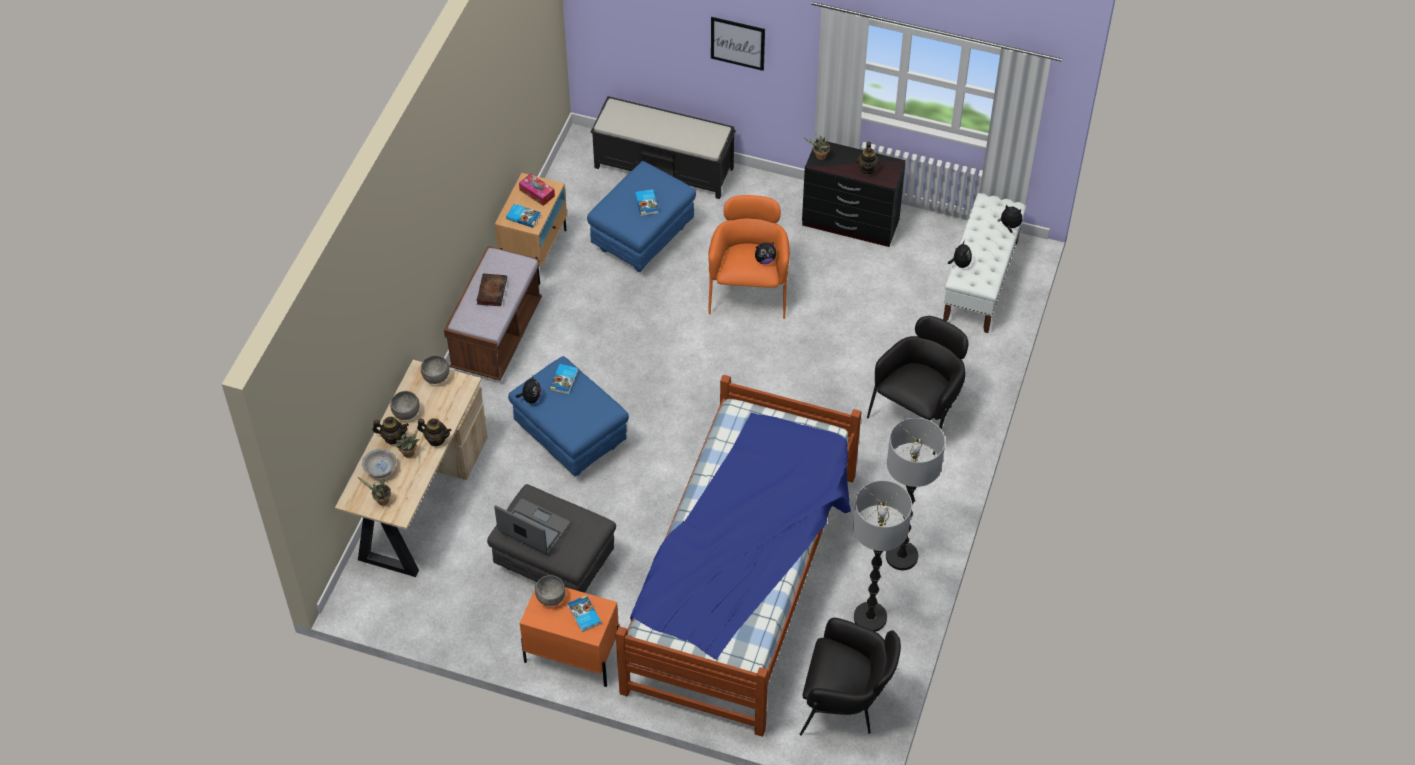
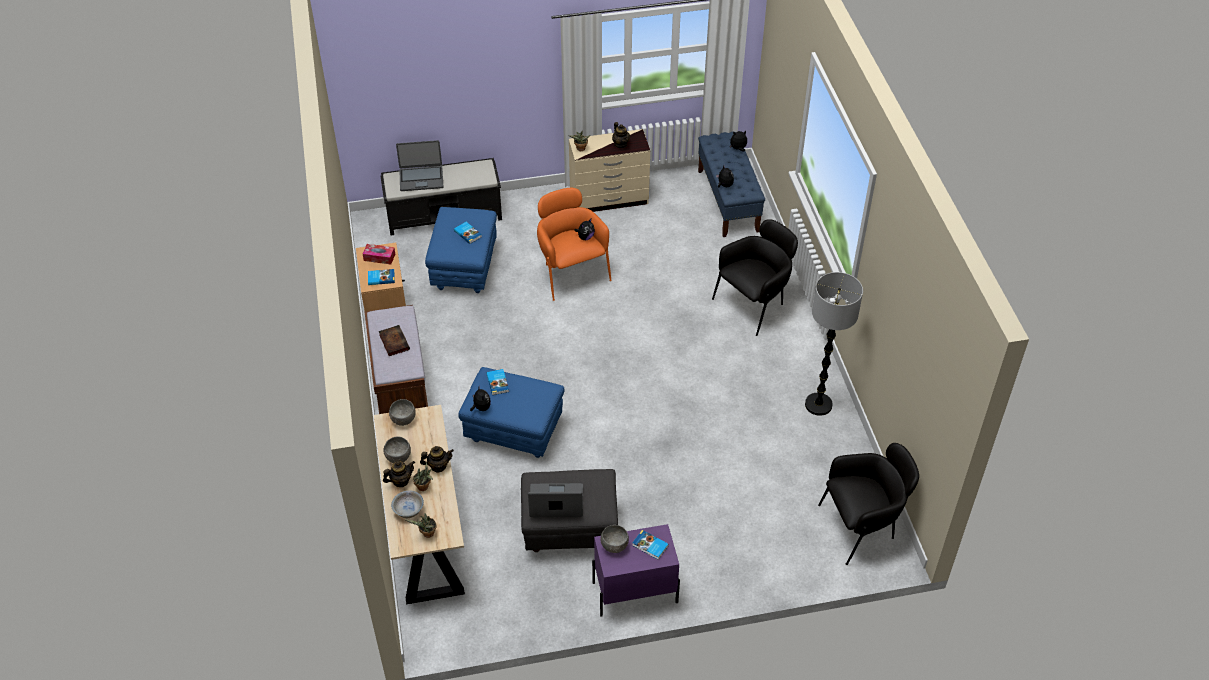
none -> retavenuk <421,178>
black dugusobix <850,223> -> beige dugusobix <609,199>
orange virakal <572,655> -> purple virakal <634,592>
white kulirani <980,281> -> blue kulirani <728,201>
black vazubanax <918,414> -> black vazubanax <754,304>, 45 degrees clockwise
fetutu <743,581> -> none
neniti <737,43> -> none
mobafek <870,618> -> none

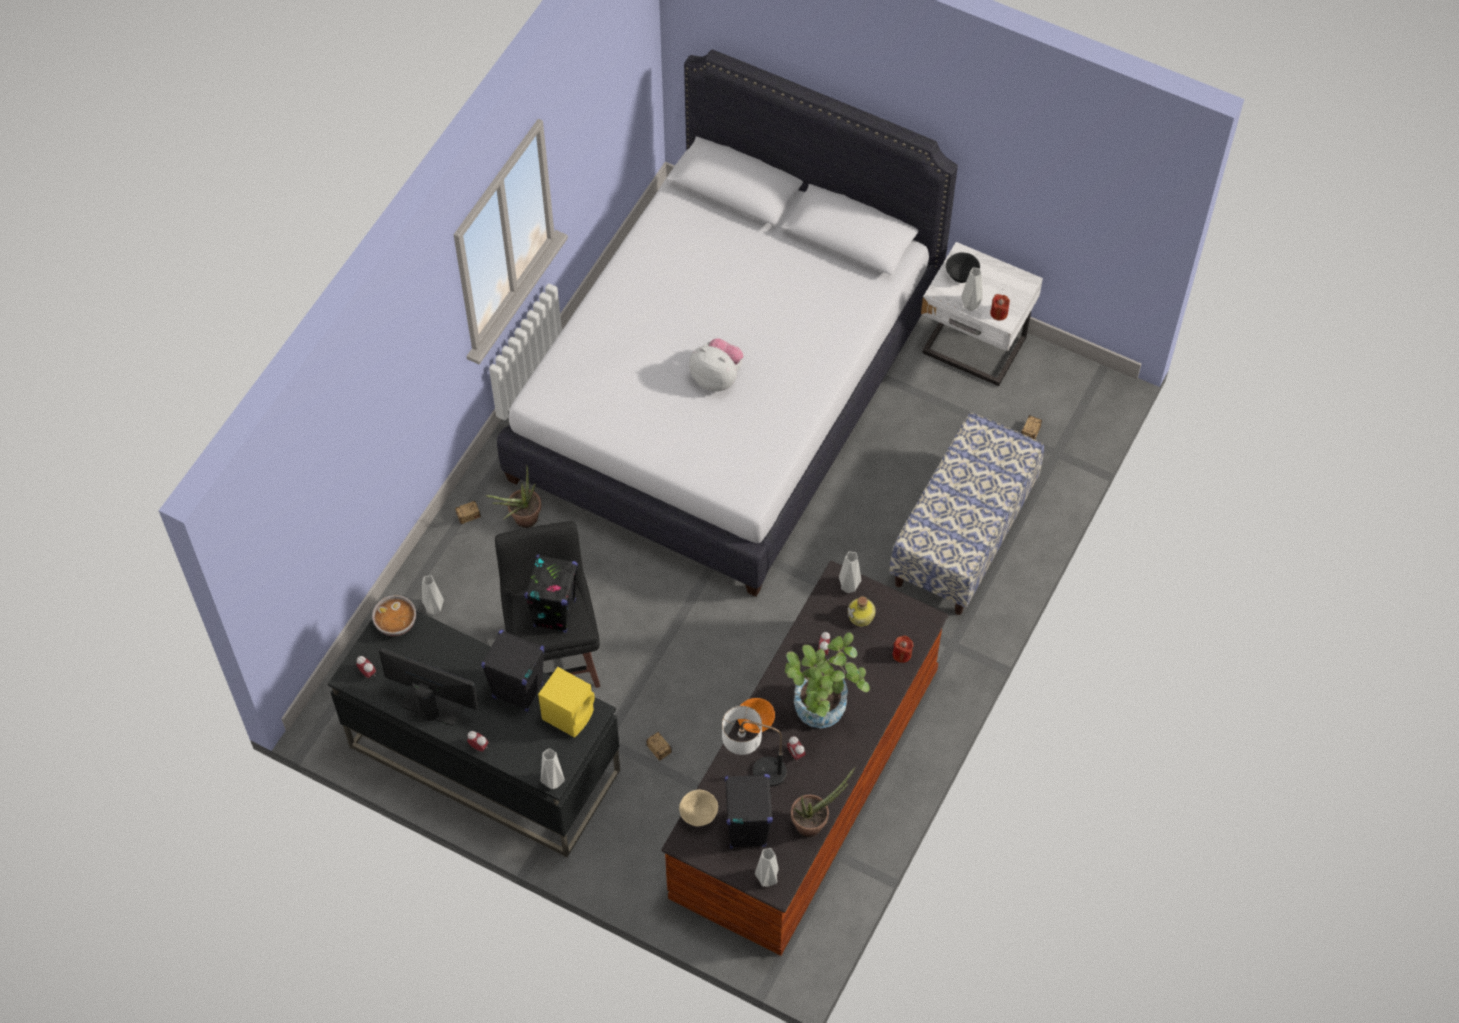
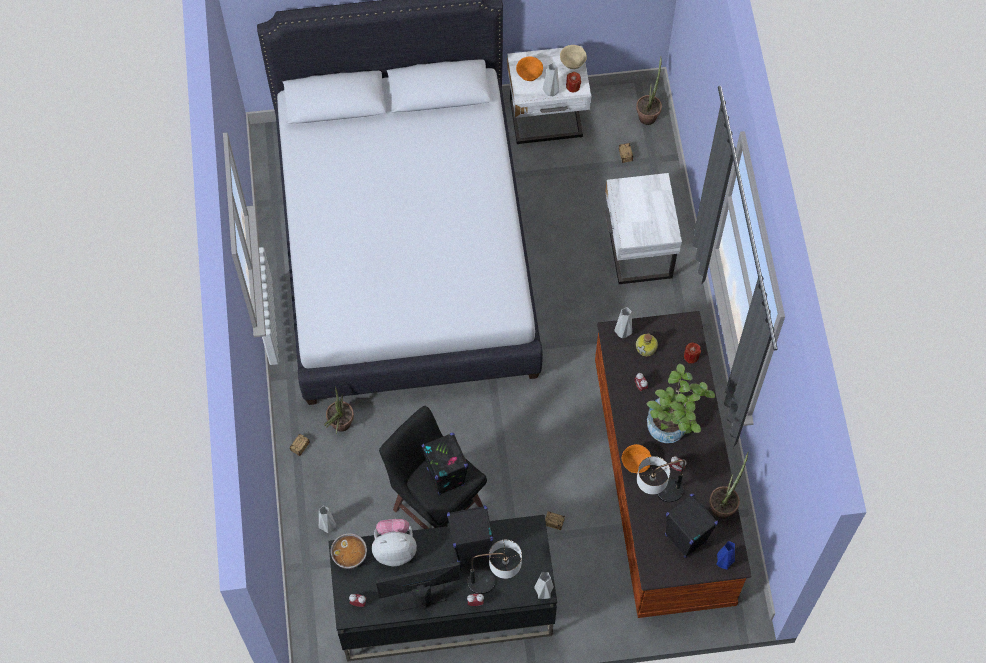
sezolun <717,377> -> sezolun <395,548>, move
none -> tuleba <495,580>
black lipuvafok <961,276> -> orange lipuvafok <529,75>
beige lipuvafok <699,815> -> beige lipuvafok <572,63>, move
kulirani <963,536> -> white virakal <637,252>
none -> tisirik <648,114>
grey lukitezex <766,880> -> blue lukitezex <724,563>
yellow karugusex <569,714> -> none

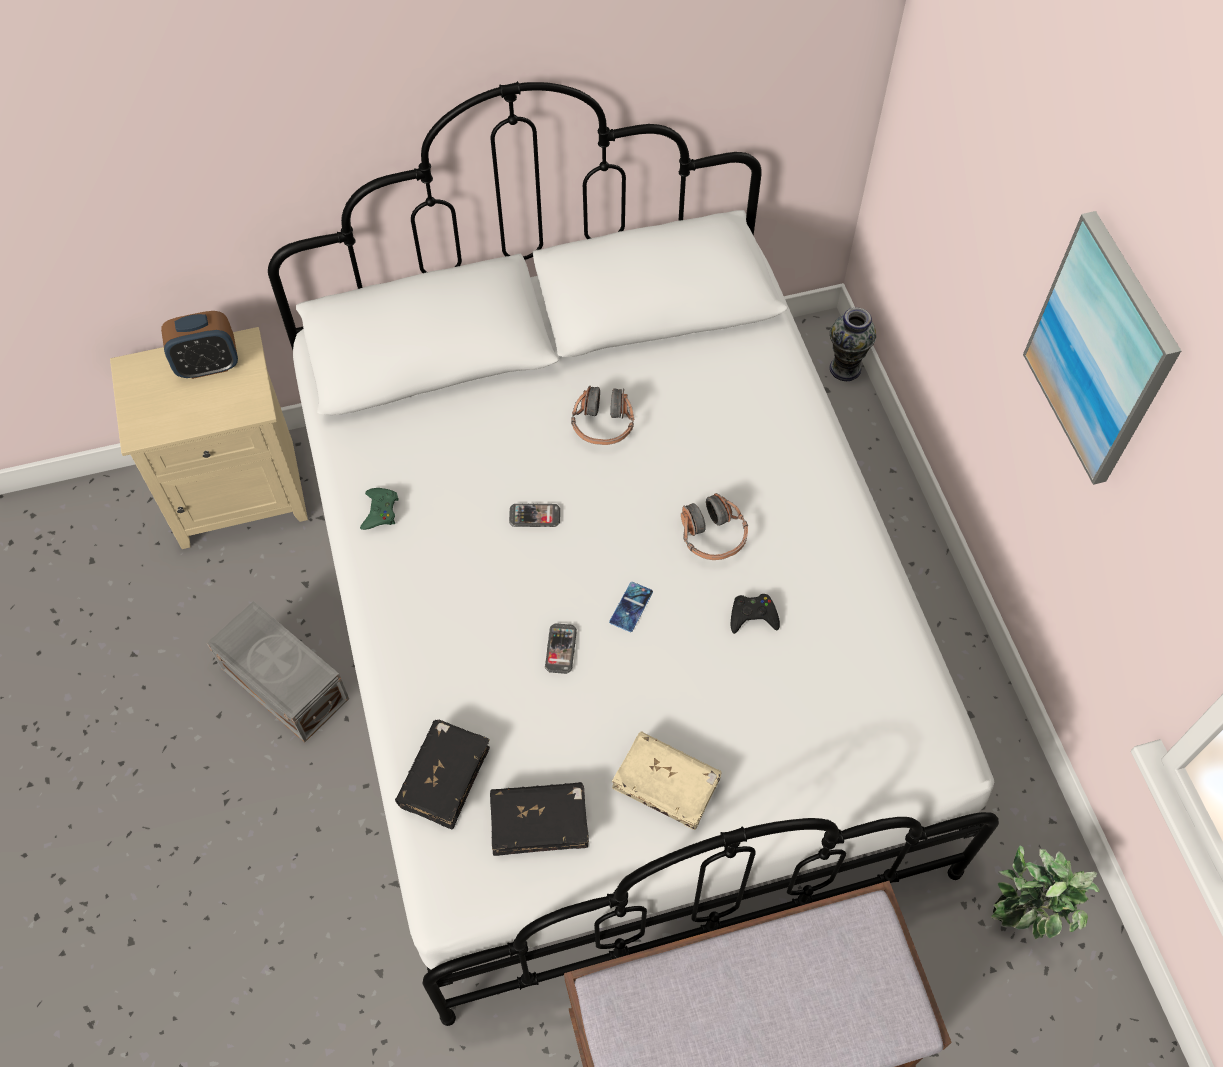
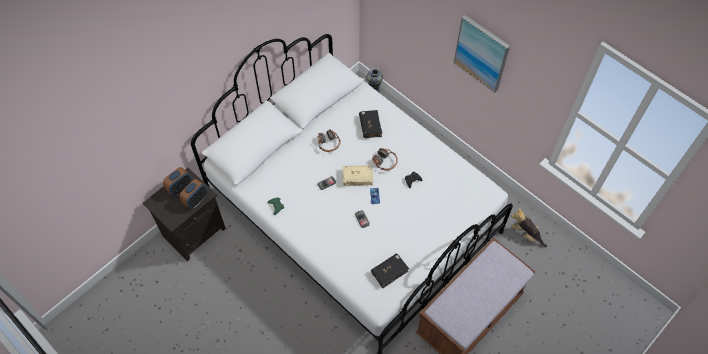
beige virakal <240,491> -> black virakal <194,231>
none -> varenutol <196,200>
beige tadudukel <666,784> -> beige tadudukel <357,177>, move
black tadudukel <444,777> -> black tadudukel <370,126>, move
tisirik <1022,916> -> sezolun <526,234>
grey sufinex <285,681> -> none

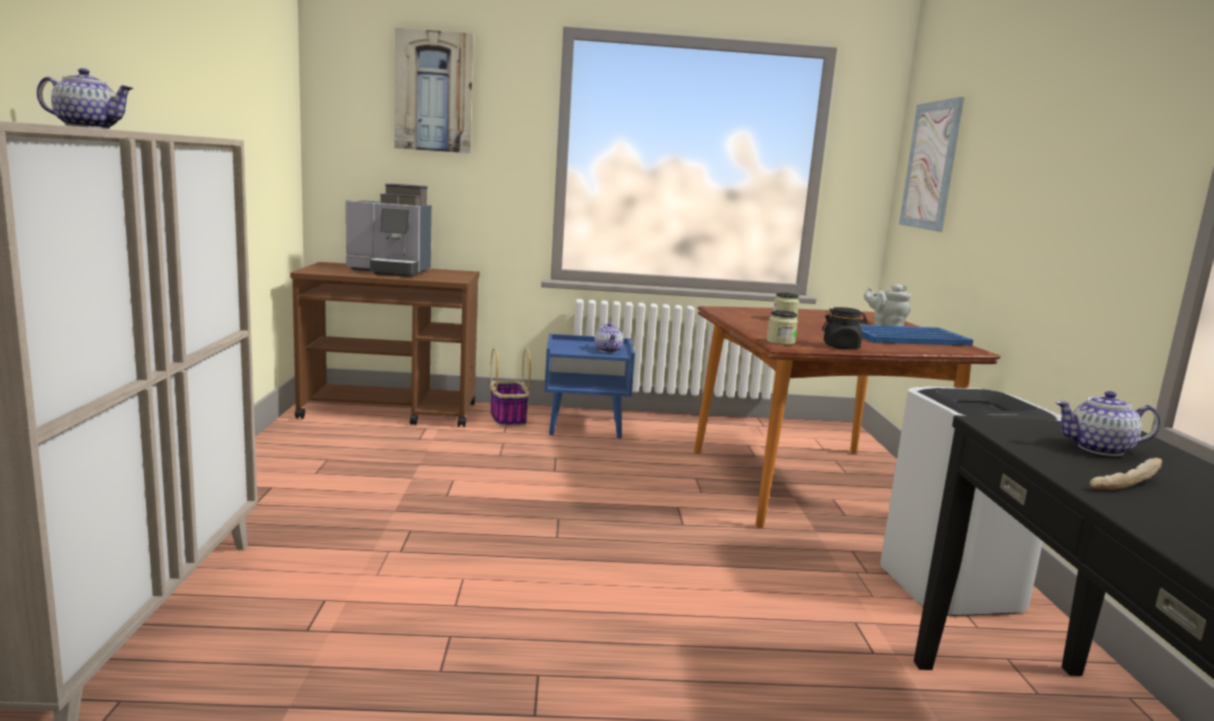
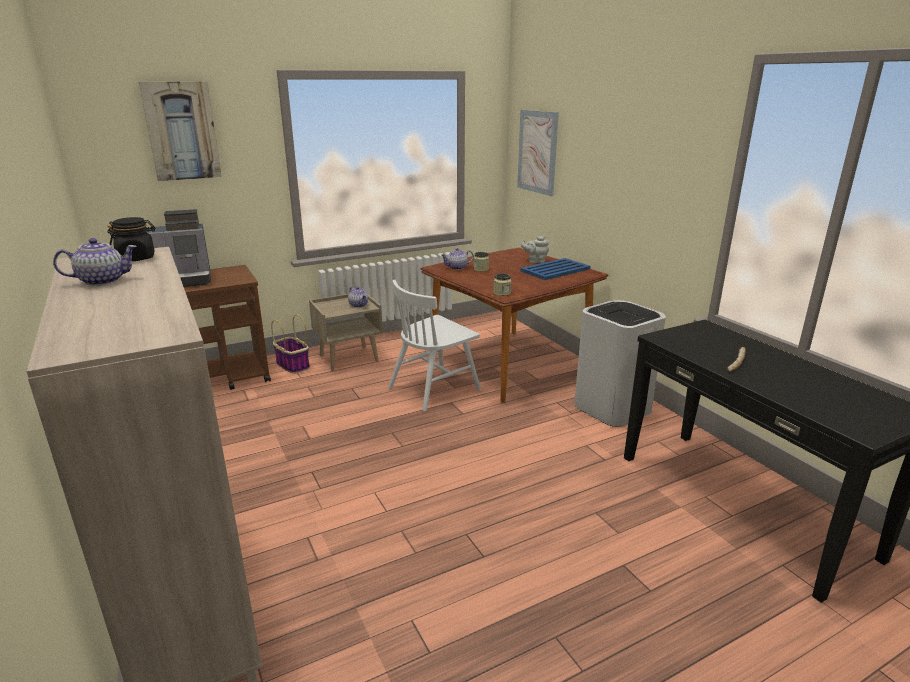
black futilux <841,346> -> black futilux <137,258>, move
blue virakal <586,427> -> beige virakal <349,358>
none -> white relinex <434,388>
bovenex <1099,449> -> bovenex <457,268>, move

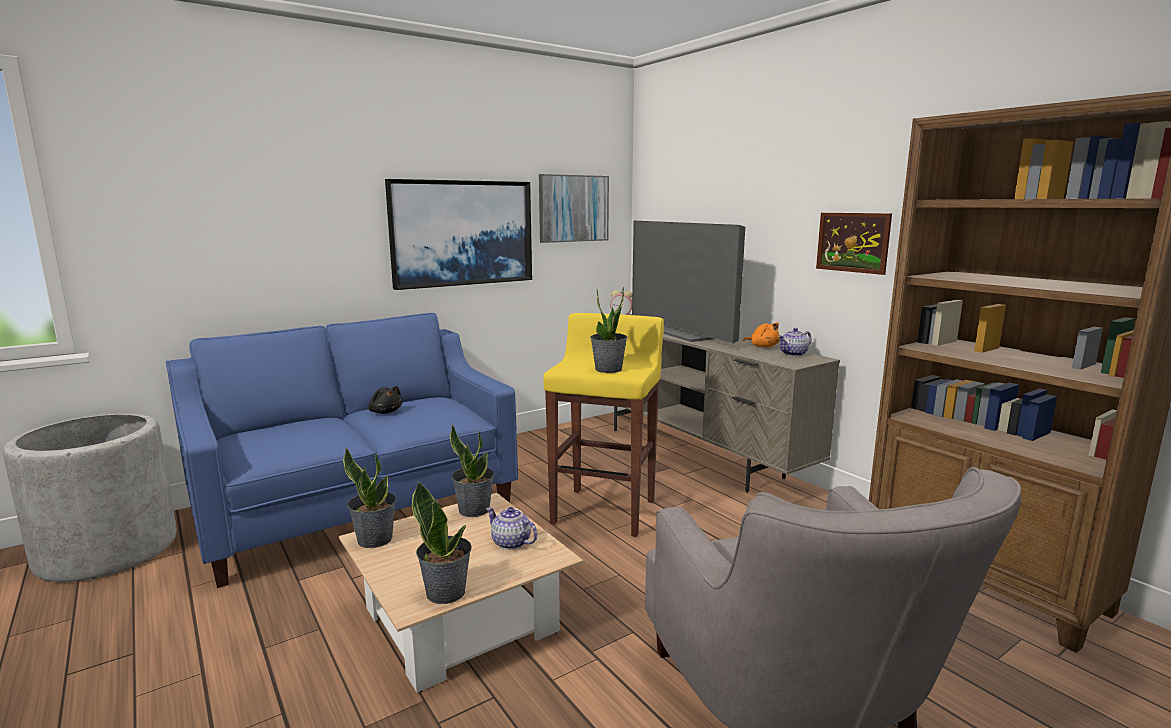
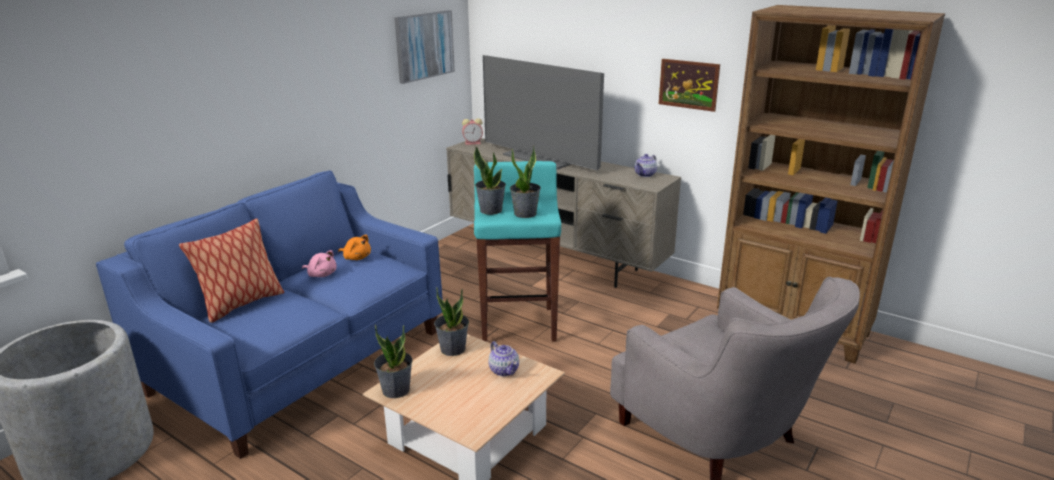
none -> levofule <241,304>
black sezolun <385,412> -> pink sezolun <321,274>
orange sezolun <763,346> -> orange sezolun <356,258>, move
tisirik <446,592> -> tisirik <491,210>, move
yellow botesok <605,511> -> turquoise botesok <518,324>
bovenex <511,543> -> bovenex <504,370>, 135 degrees counterclockwise
neniti <462,233> -> none

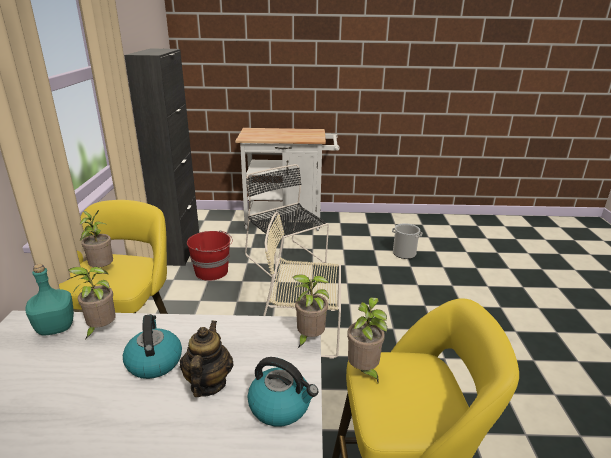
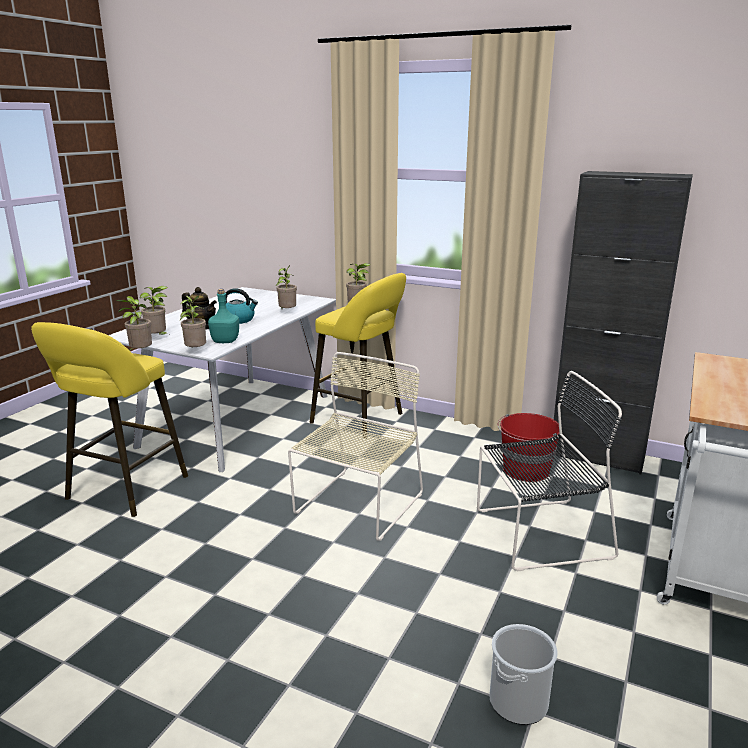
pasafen <281,406> -> tisirik <158,338>
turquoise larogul <55,328> -> turquoise larogul <225,341>, move

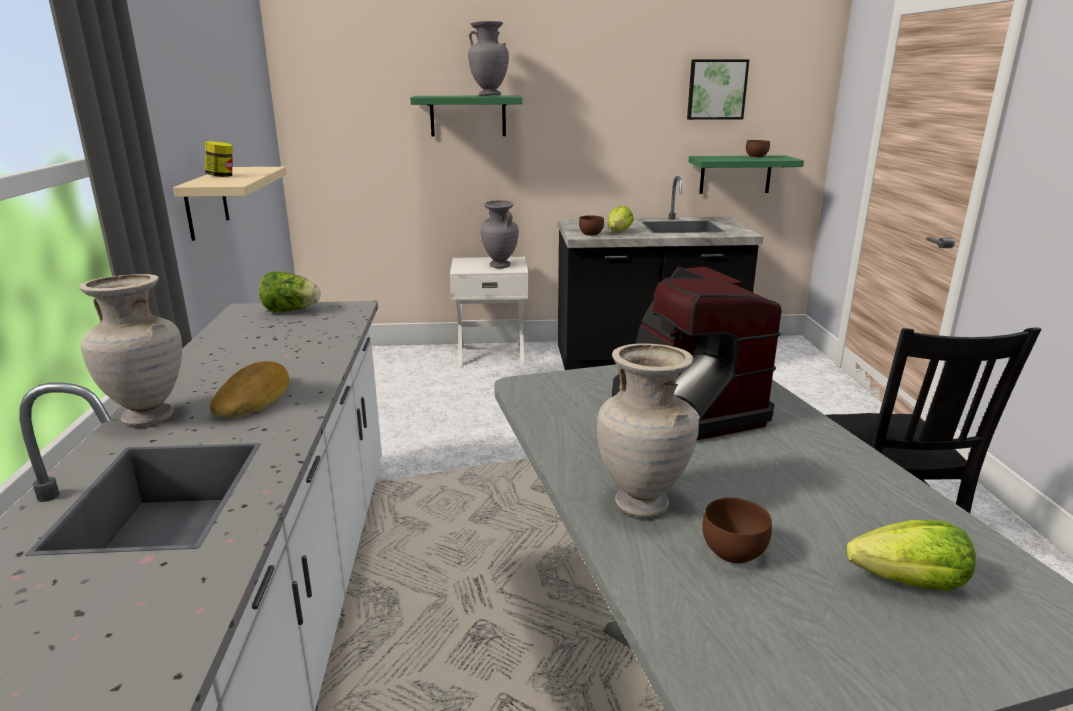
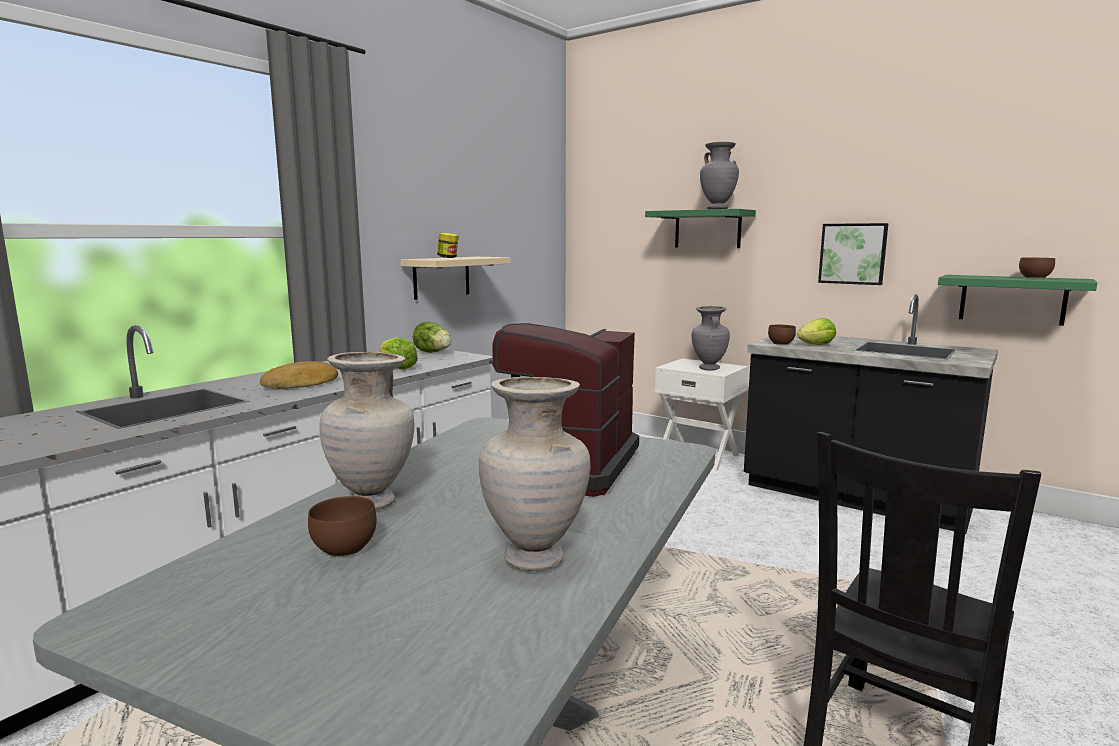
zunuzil <910,583> -> zunuzil <397,368>, move
beige lukitezex <150,416> -> beige lukitezex <536,558>, move
neniti <716,89> -> neniti <853,253>, move

